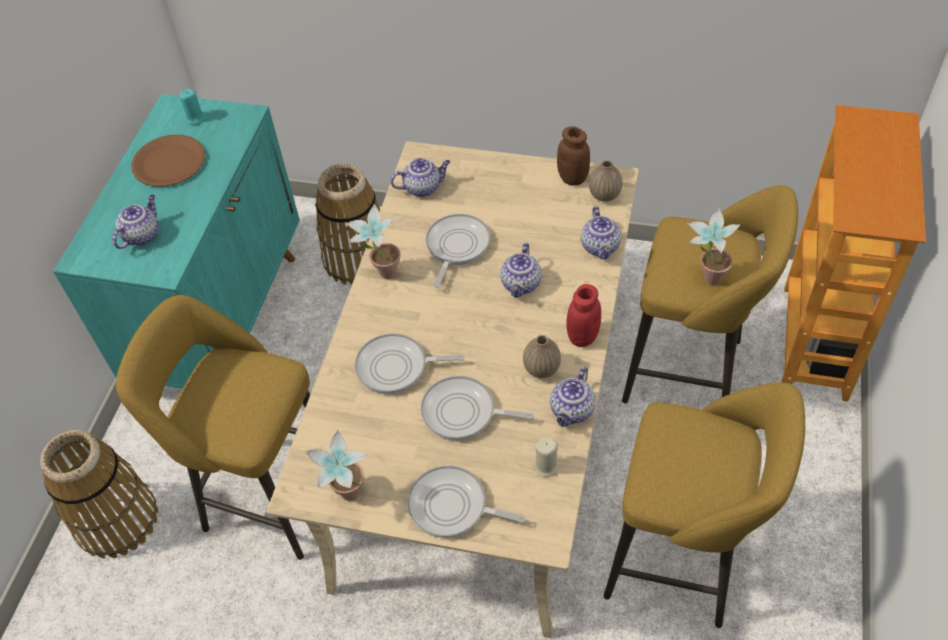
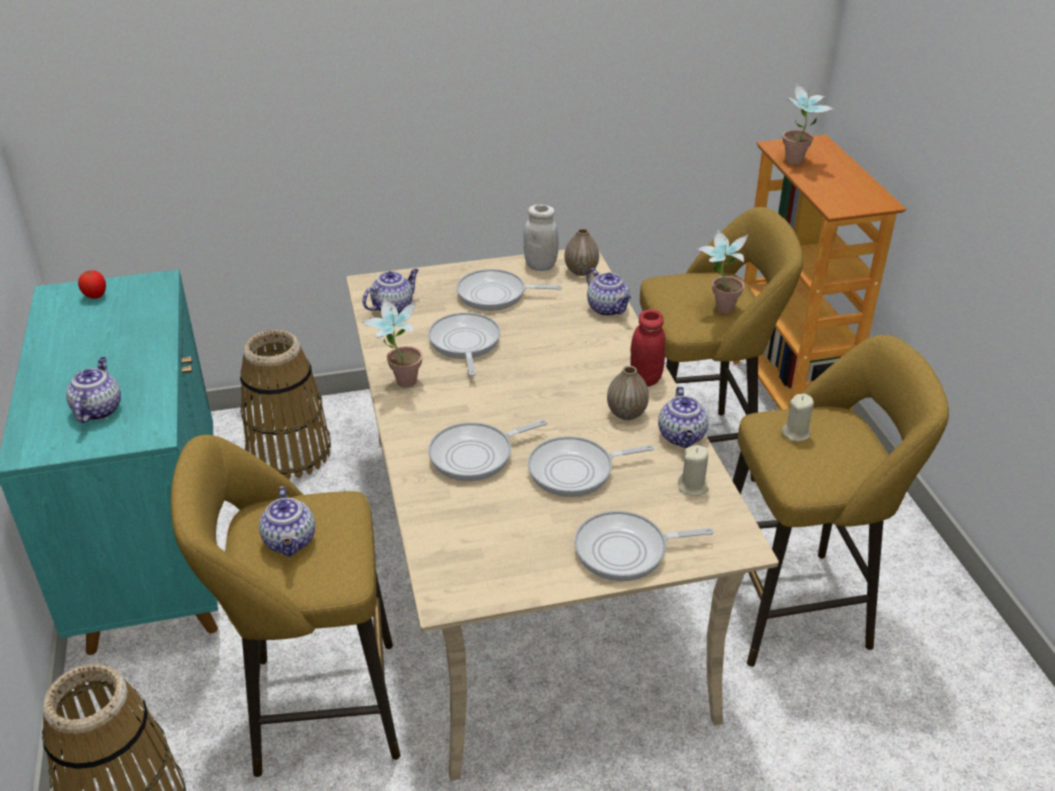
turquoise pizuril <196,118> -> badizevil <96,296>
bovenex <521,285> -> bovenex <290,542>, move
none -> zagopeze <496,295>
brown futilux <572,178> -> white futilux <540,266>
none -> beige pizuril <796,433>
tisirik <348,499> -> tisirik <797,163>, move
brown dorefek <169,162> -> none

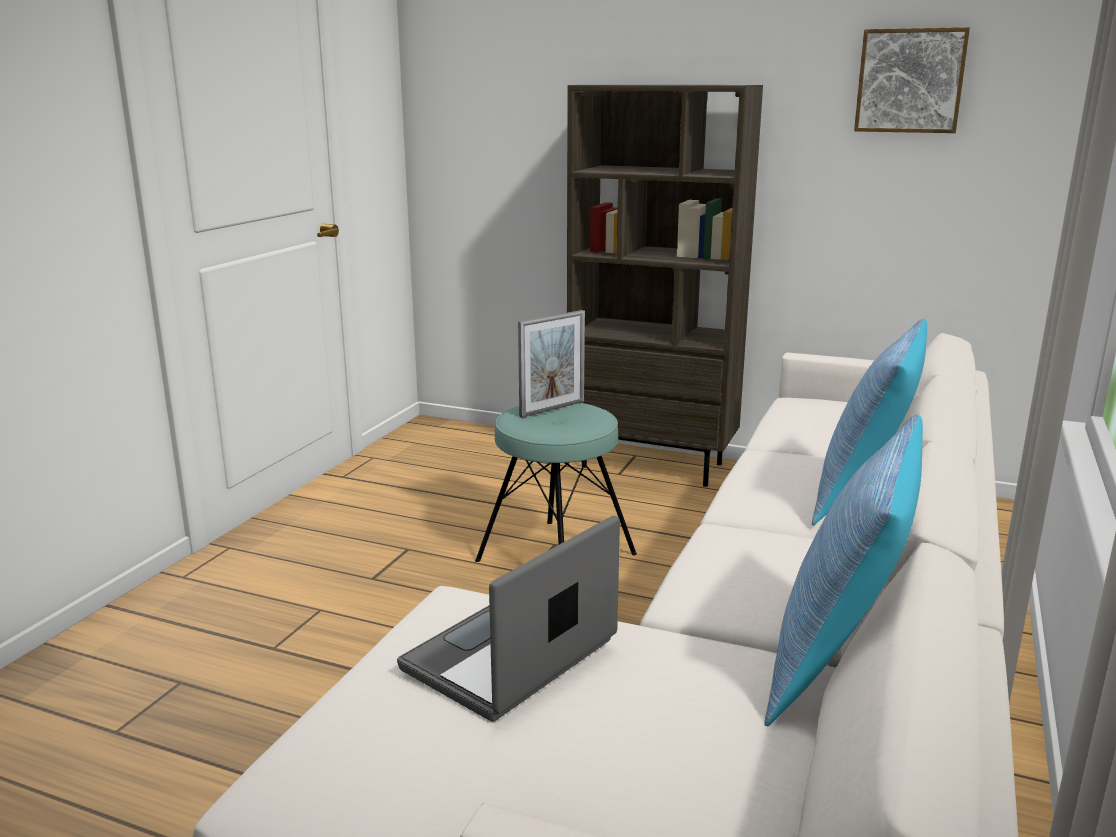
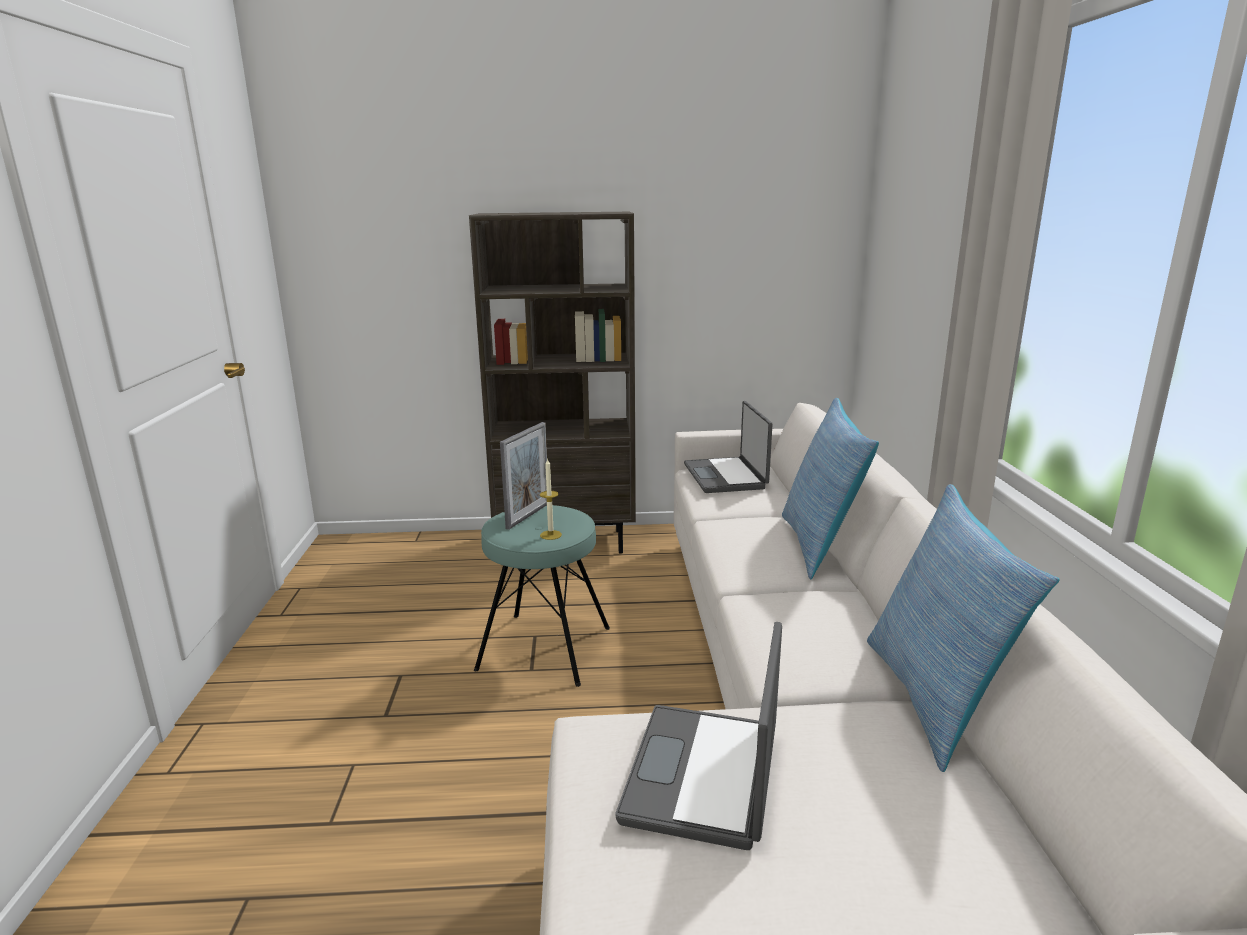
none -> pizuril <551,535>
none -> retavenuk <726,476>
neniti <910,81> -> none

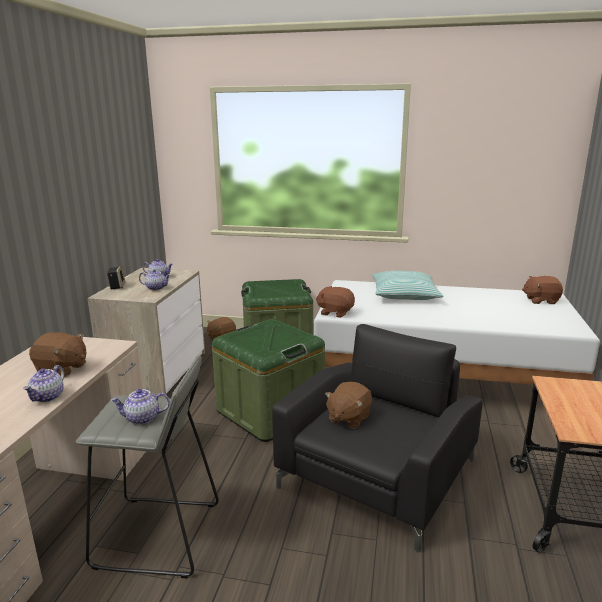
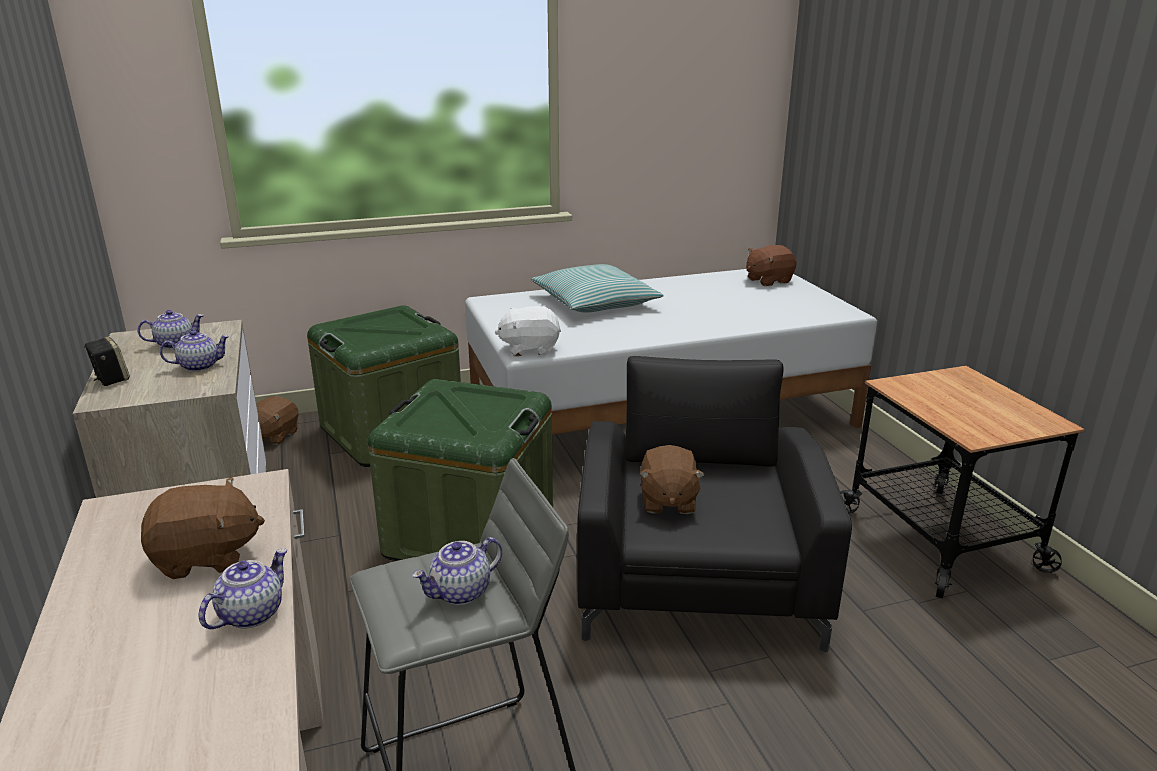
bovenex <48,397> -> bovenex <251,613>, 135 degrees counterclockwise
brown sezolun <335,312> -> white sezolun <530,349>

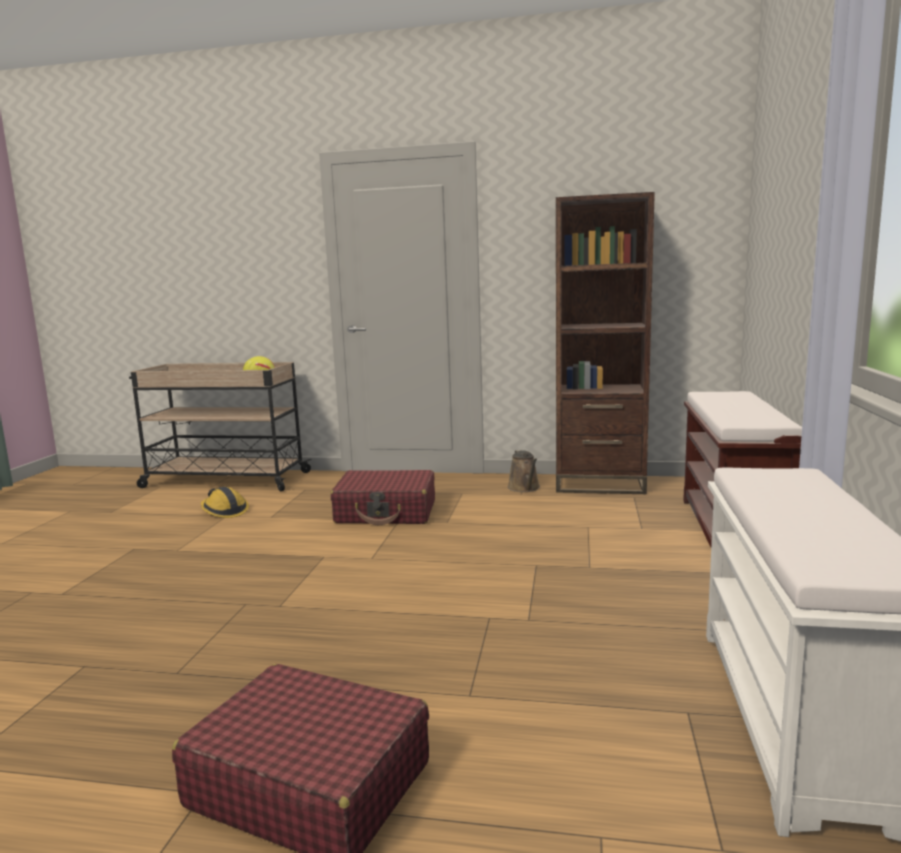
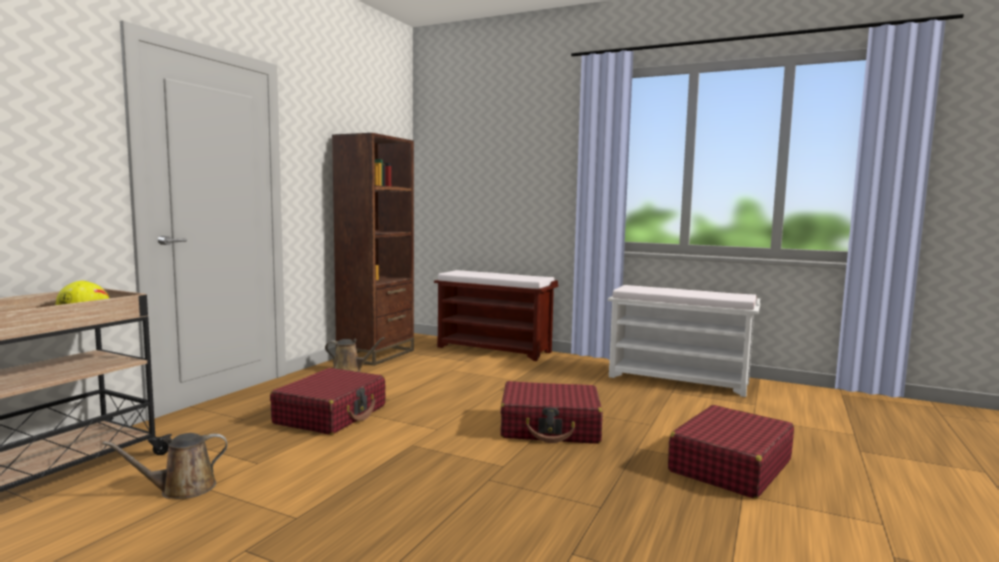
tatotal <224,511> -> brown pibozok <182,489>
none -> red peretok <550,427>

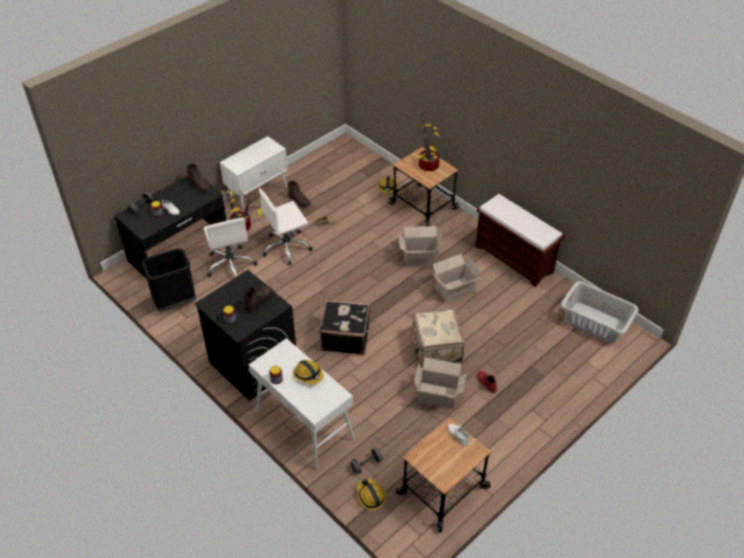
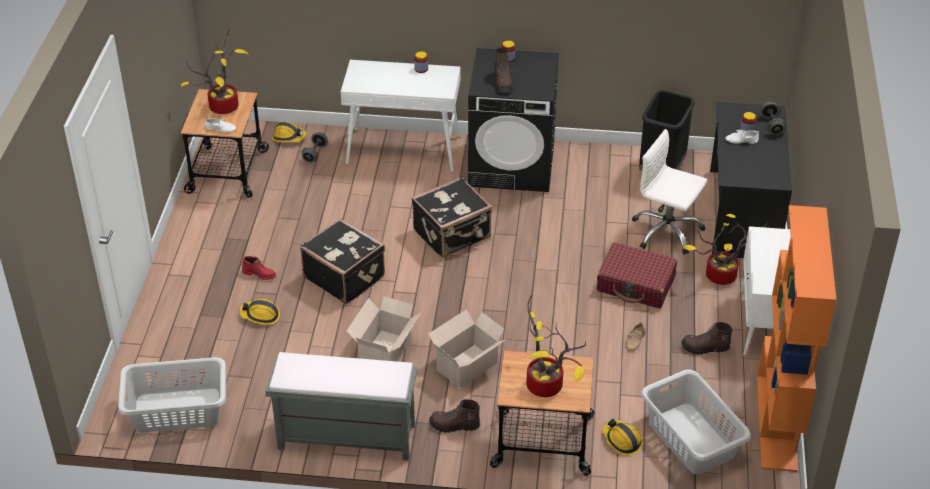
none -> tisirik <223,105>
tatotal <308,374> -> tatotal <260,316>, move
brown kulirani <514,259> -> grey kulirani <345,437>
beige peretok <436,348> -> black peretok <345,276>
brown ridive <200,186> -> brown ridive <454,426>, move
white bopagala <287,247> -> red peretok <636,284>
none -> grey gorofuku <691,439>
none -> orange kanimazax <777,423>
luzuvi <438,396> -> none

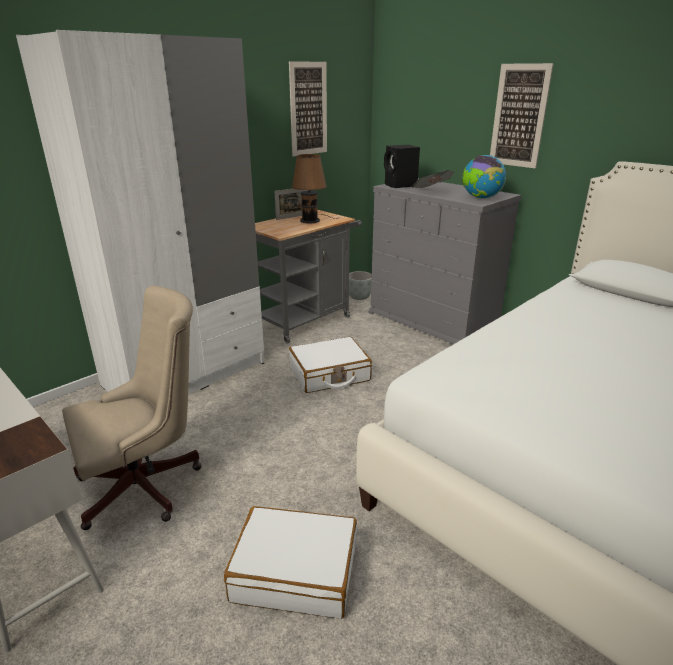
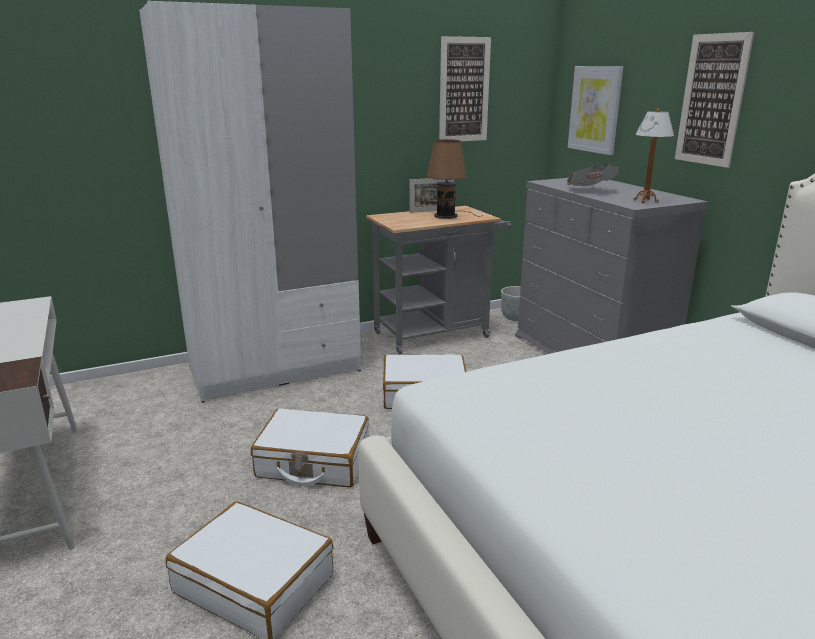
none -> white peretok <313,461>
none -> neniti <595,109>
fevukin <481,198> -> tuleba <645,201>
beige bopagala <148,485> -> none
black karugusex <400,185> -> none

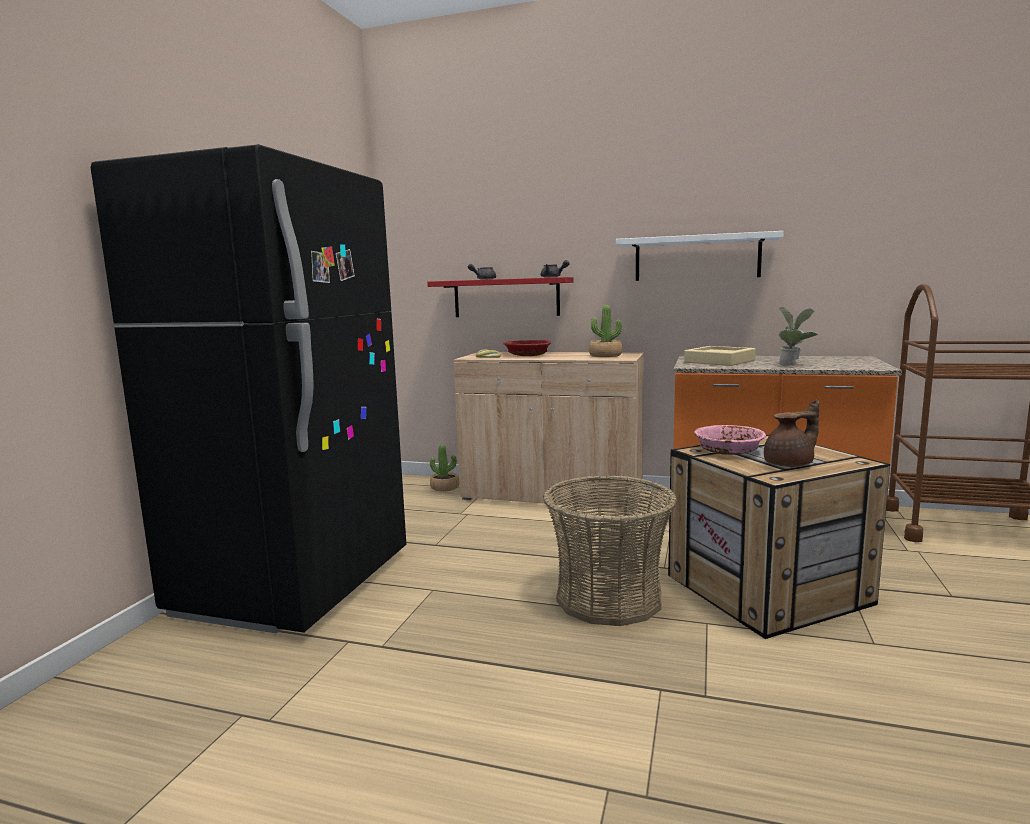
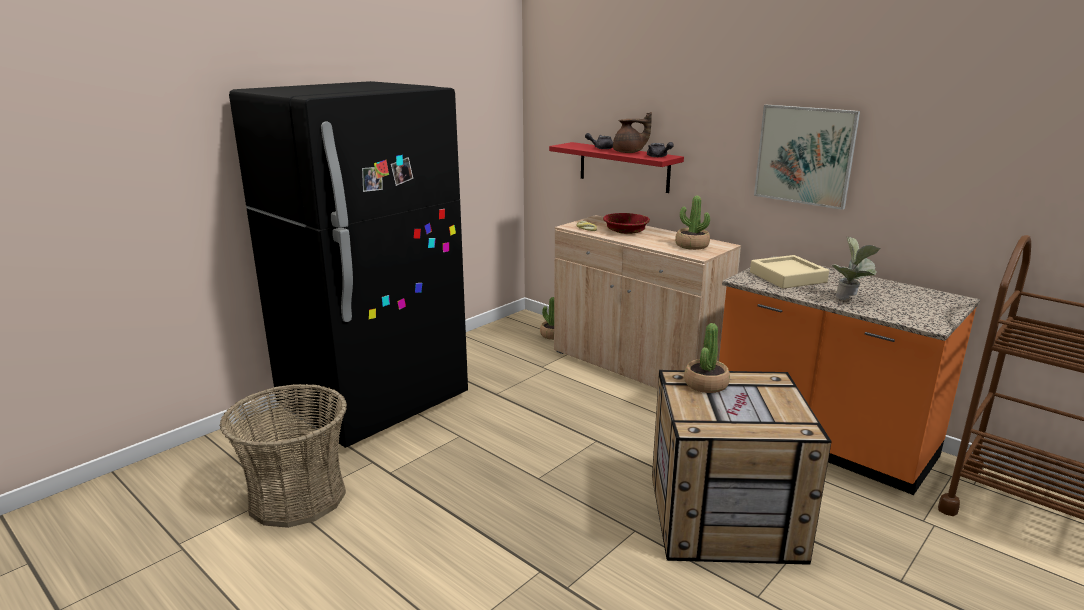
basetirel <608,598> -> basetirel <297,497>, move
brown bovenex <790,464> -> brown bovenex <629,152>, move
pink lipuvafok <728,450> -> tisirik <705,384>
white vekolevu <697,258> -> neniti <804,155>

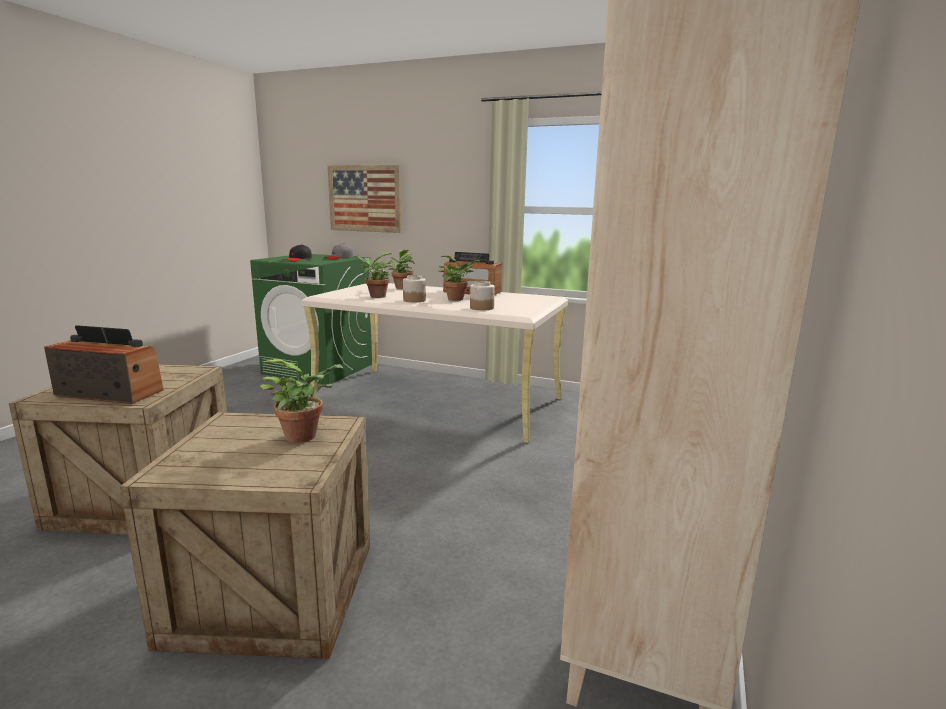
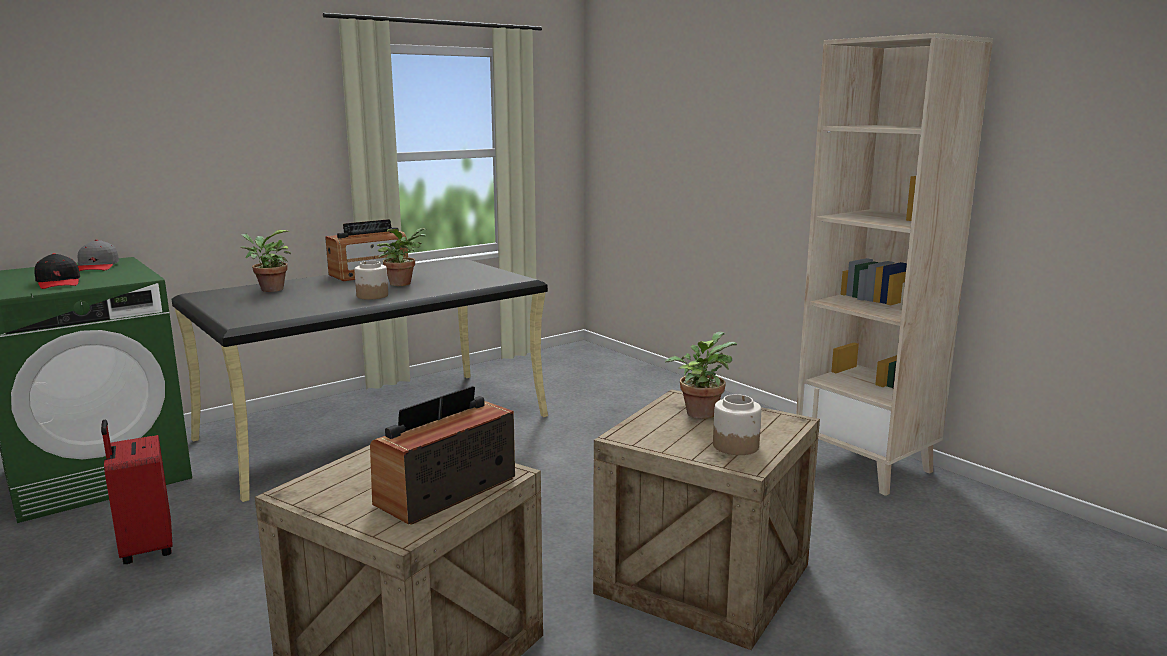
none -> red peretok <145,549>
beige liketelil <439,400> -> black liketelil <377,427>
futilux <482,308> -> futilux <736,446>, move
neniti <364,198> -> none
tisirik <375,296> -> none

